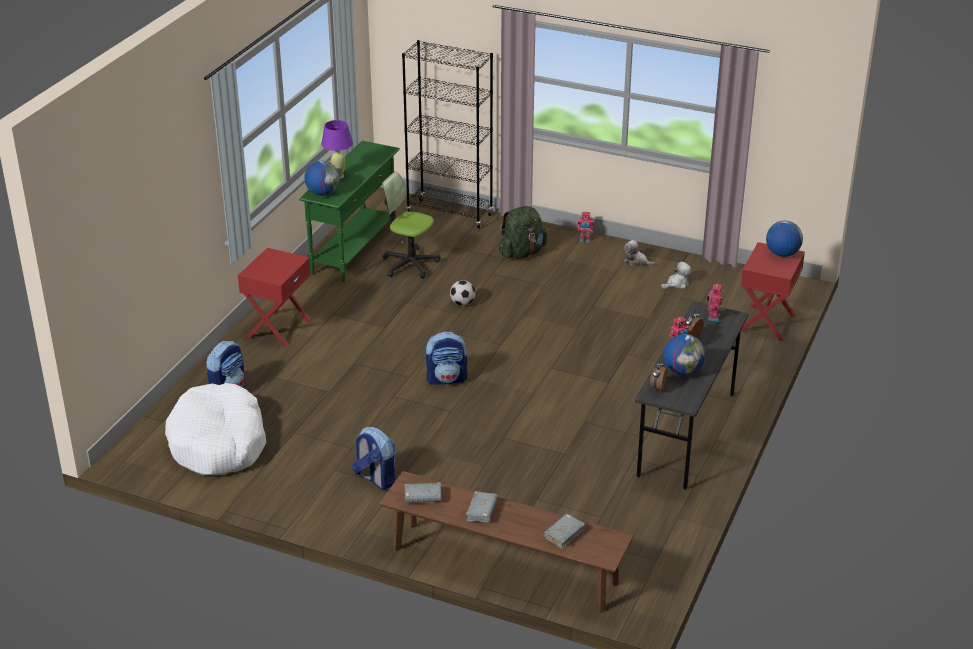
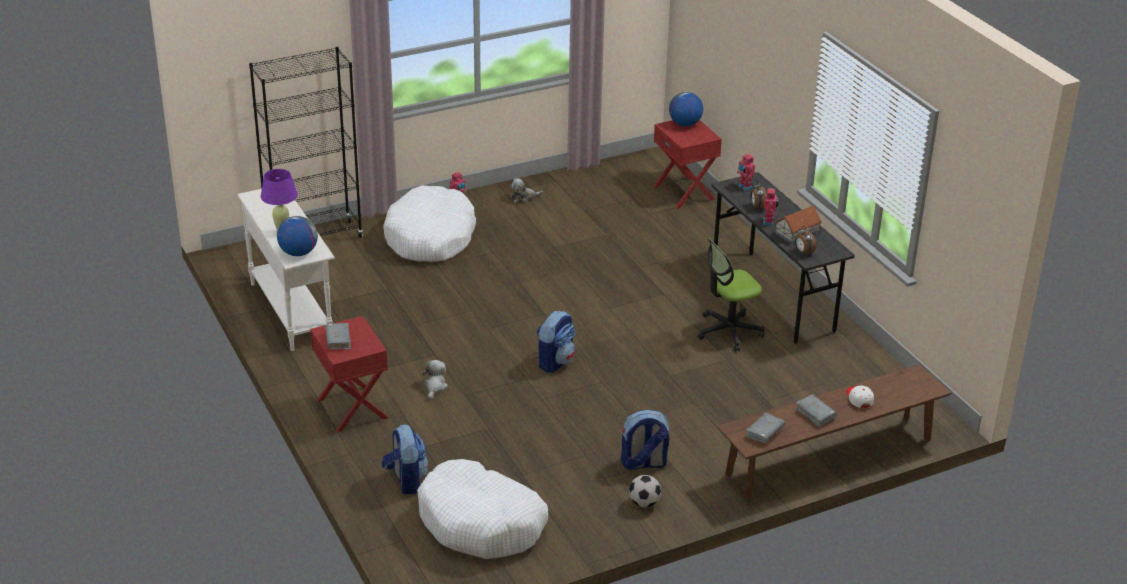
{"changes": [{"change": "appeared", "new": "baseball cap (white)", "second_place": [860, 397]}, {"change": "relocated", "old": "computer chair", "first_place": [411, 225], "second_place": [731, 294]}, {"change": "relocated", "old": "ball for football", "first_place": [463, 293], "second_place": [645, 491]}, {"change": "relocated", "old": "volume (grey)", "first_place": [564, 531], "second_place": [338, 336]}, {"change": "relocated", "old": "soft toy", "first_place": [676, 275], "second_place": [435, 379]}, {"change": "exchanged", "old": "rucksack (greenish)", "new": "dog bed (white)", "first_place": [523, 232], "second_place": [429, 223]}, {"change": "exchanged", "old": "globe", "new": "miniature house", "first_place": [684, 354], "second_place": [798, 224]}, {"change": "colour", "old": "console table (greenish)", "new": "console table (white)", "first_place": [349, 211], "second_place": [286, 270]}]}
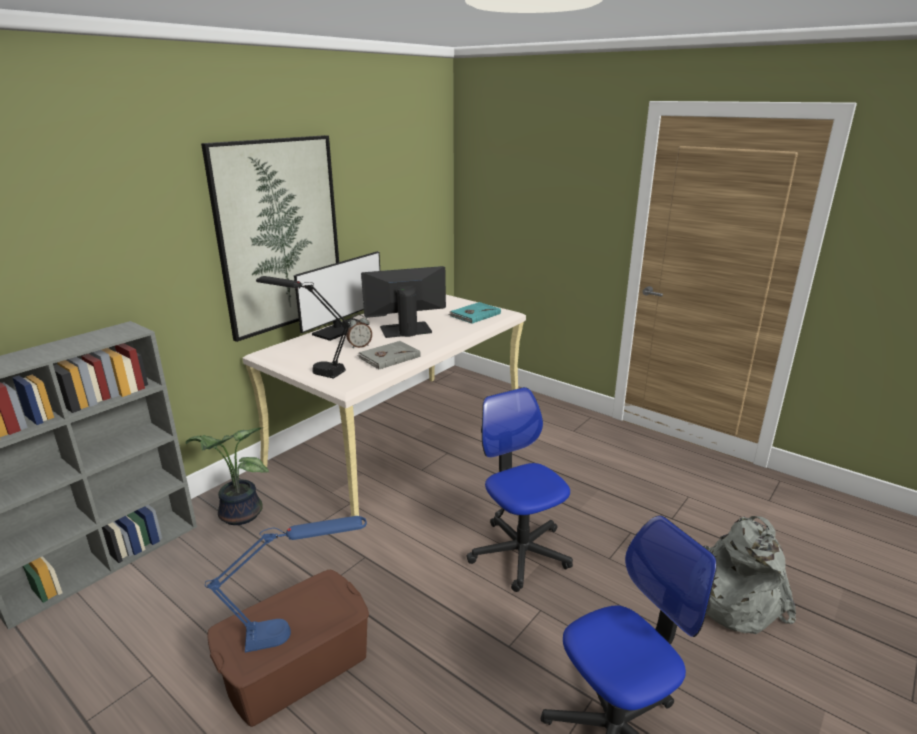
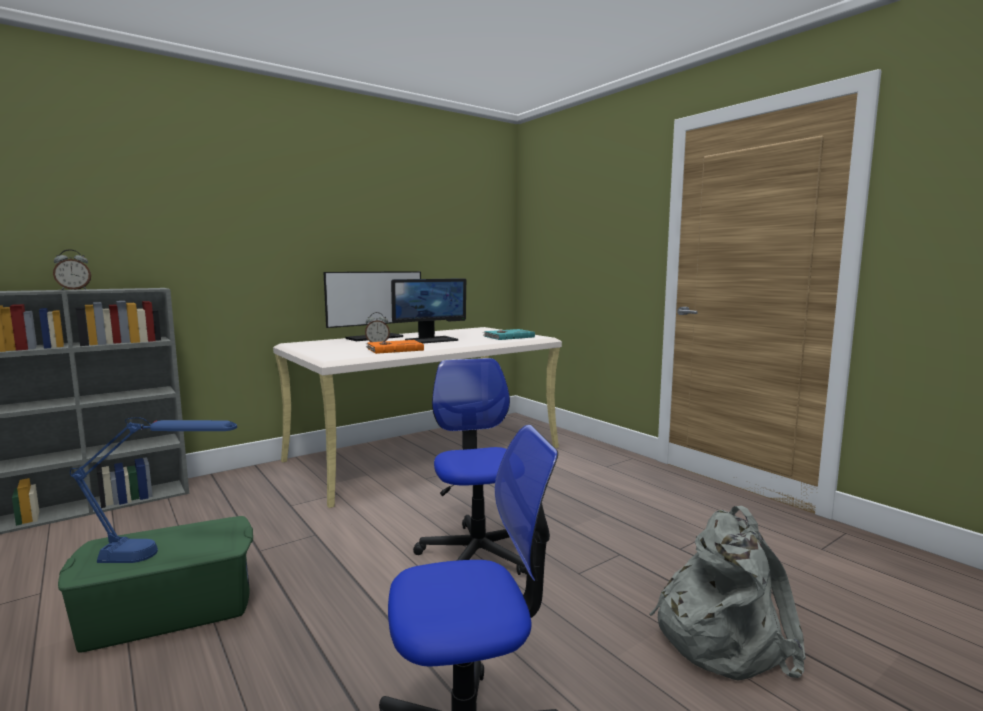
{"changes": [{"change": "missing", "old": "houseplant", "first_place": [227, 476]}, {"change": "missing", "old": "wall art", "first_place": [270, 238]}, {"change": "missing", "old": "lamp for a table (blackish)", "first_place": [303, 327]}, {"change": "appeared", "new": "bedside clock", "second_place": [72, 269]}, {"change": "colour", "old": "storage bin (brown-coloured)", "new": "storage bin (greenish)", "first_place": [288, 648], "second_place": [155, 584]}, {"change": "colour", "old": "volume (grey)", "new": "volume (orangey)", "first_place": [389, 355], "second_place": [395, 347]}, {"change": "spun", "old": "computer screen", "first_place": [403, 302], "second_place": [428, 311], "degrees": 150}]}
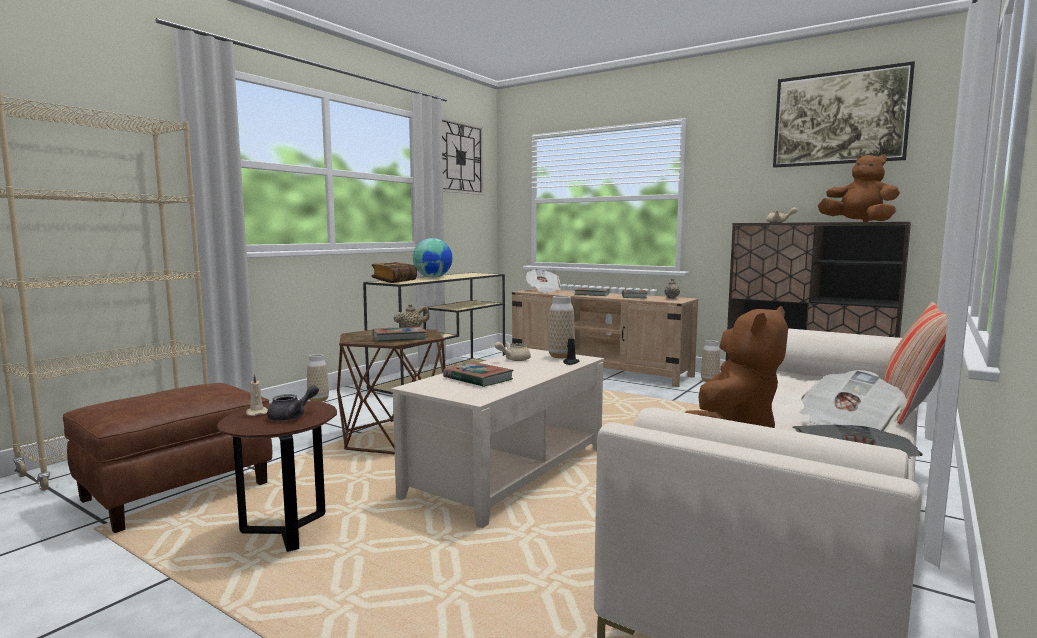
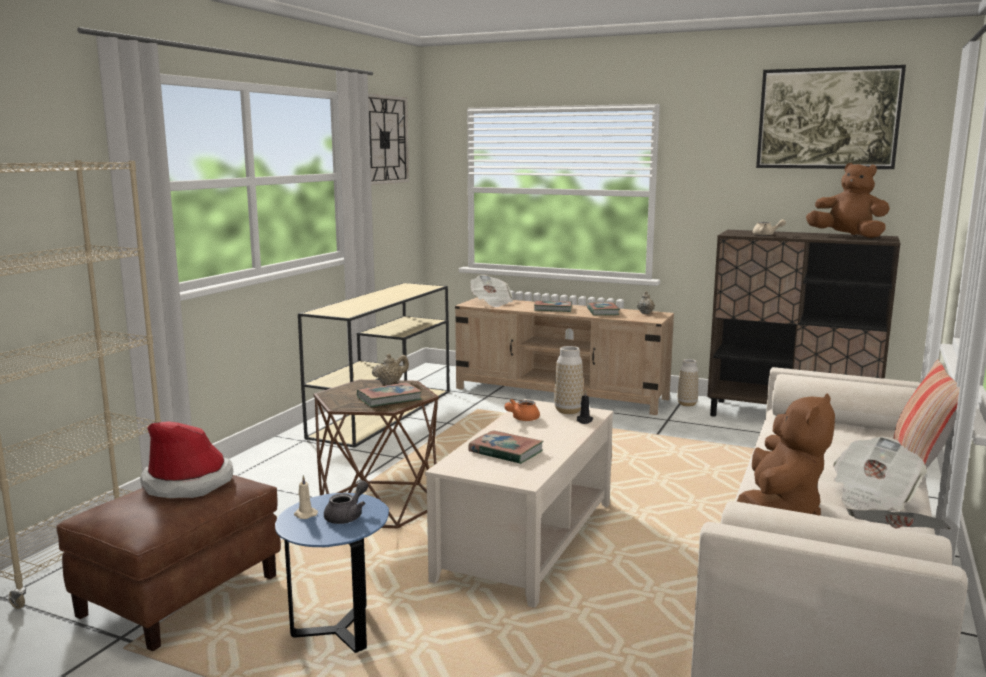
{"changes": [{"change": "missing", "old": "decorative vase", "first_place": [318, 378]}, {"change": "missing", "old": "volume", "first_place": [394, 272]}, {"change": "missing", "old": "globe", "first_place": [433, 258]}, {"change": "appeared", "new": "hat", "second_place": [186, 459]}, {"change": "colour", "old": "side table (brown-coloured)", "new": "side table (blue-coloured)", "first_place": [277, 476], "second_place": [332, 573]}, {"change": "colour", "old": "pot for tea (beige)", "new": "pot for tea (orangey)", "first_place": [513, 351], "second_place": [522, 410]}]}
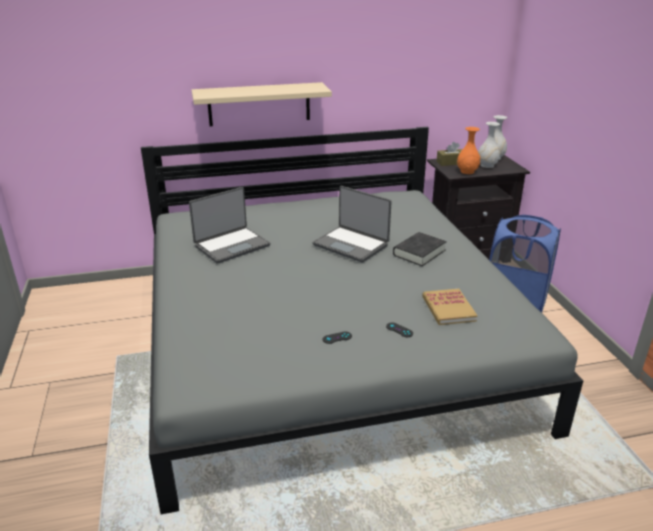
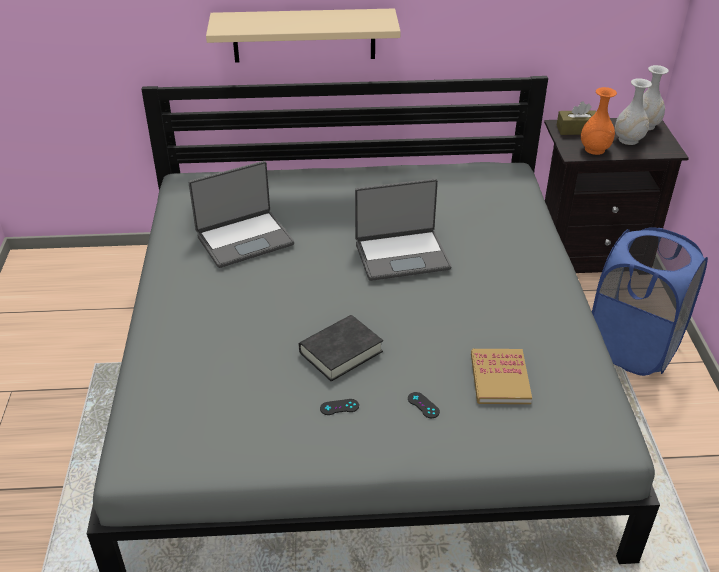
{"changes": [{"change": "relocated", "old": "volume (blackish)", "first_place": [420, 249], "second_place": [341, 348]}, {"change": "spun", "old": "notebook computer", "first_place": [352, 224], "second_place": [403, 230], "degrees": -60}]}
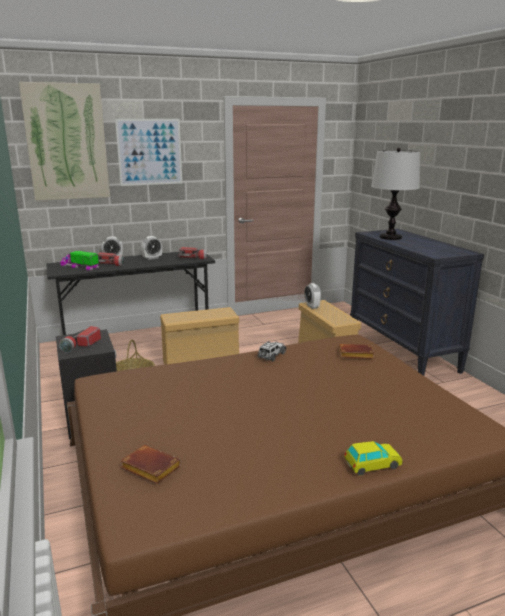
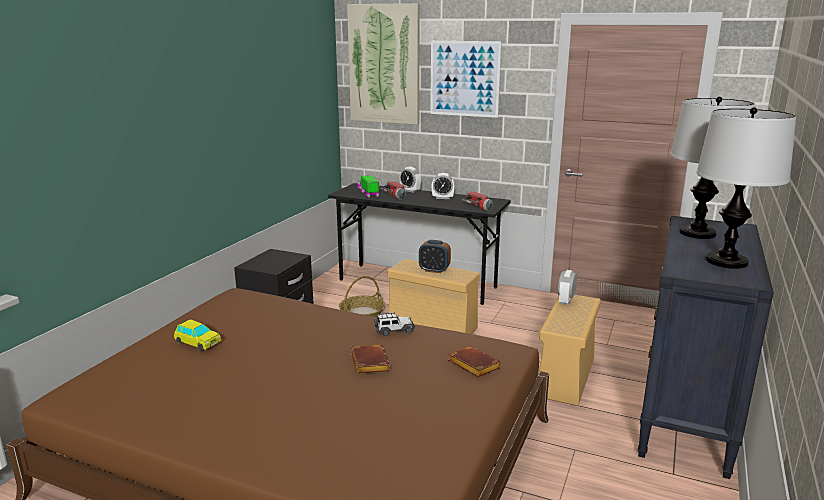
{"changes": [{"change": "missing", "old": "hand torch", "first_place": [80, 339]}, {"change": "appeared", "new": "bedside clock", "second_place": [435, 256]}, {"change": "appeared", "new": "lamp for a table", "second_place": [746, 188]}, {"change": "relocated", "old": "volume (brown-coloured)", "first_place": [151, 464], "second_place": [371, 359]}, {"change": "relocated", "old": "miniature car", "first_place": [373, 458], "second_place": [197, 335]}]}
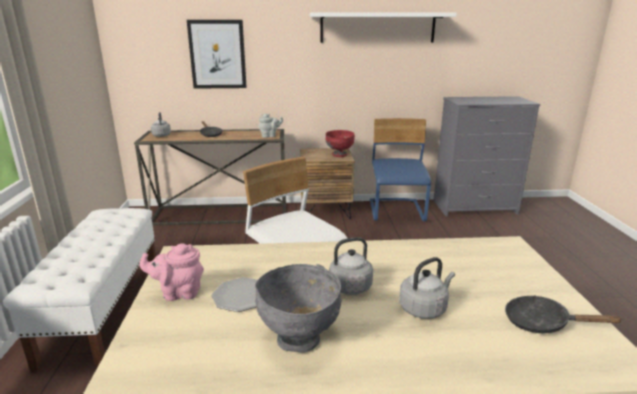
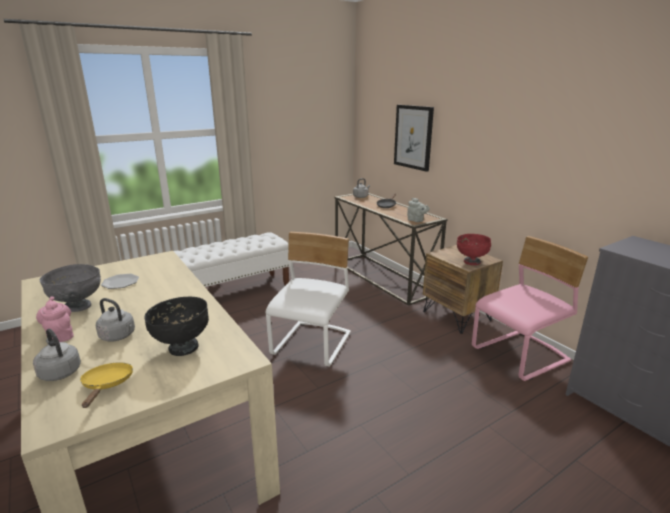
{"changes": [{"change": "missing", "old": "wall shelf (white)", "first_place": [383, 27]}, {"change": "appeared", "new": "bowl (blackish)", "second_place": [176, 326]}, {"change": "relocated", "old": "pot for tea (pink-coloured)", "first_place": [172, 272], "second_place": [55, 319]}, {"change": "relocated", "old": "water kettle (grey)", "first_place": [344, 266], "second_place": [57, 355]}, {"change": "colour", "old": "plain chair (blue-coloured)", "new": "plain chair (pink-coloured)", "first_place": [400, 169], "second_place": [530, 308]}, {"change": "colour", "old": "pan (blackish)", "new": "pan (yellowish)", "first_place": [564, 314], "second_place": [106, 385]}]}
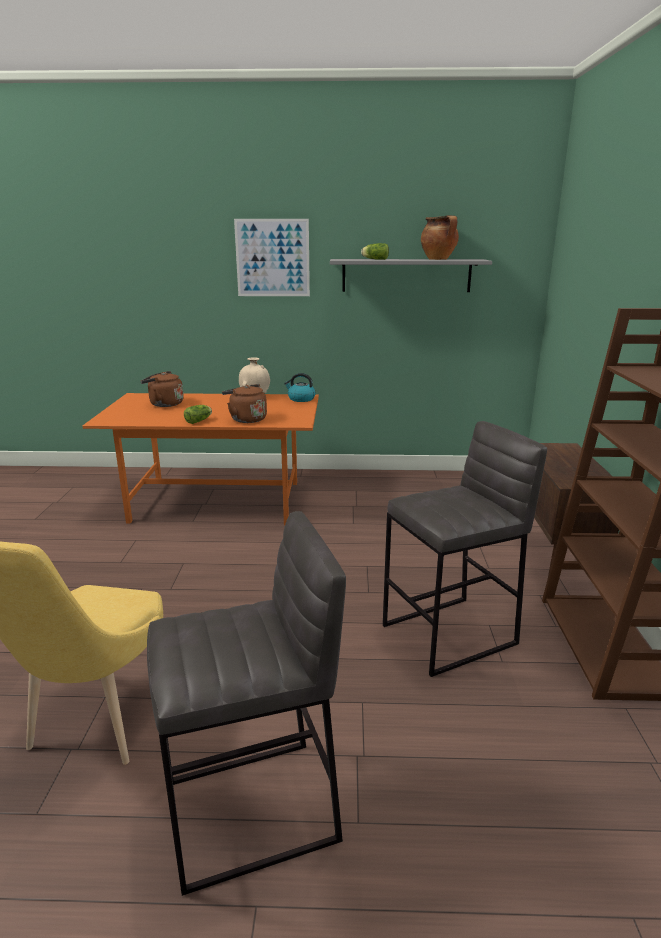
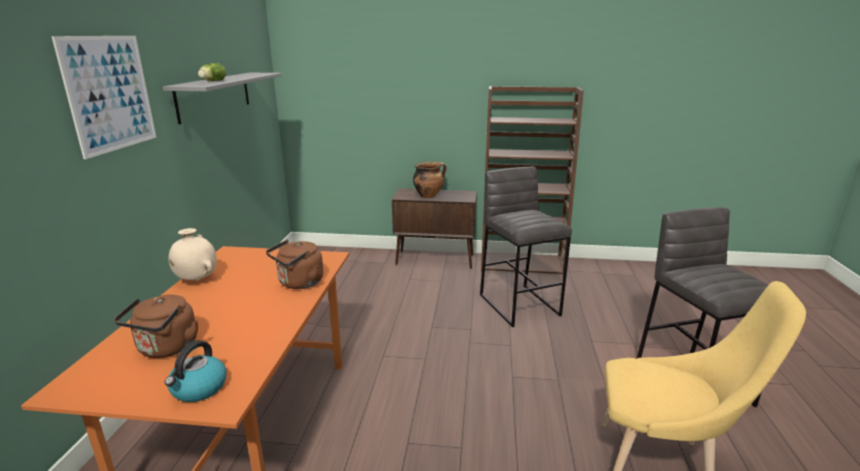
{"changes": [{"change": "missing", "old": "lettuce", "first_place": [198, 414]}, {"change": "relocated", "old": "water kettle", "first_place": [300, 387], "second_place": [196, 371]}, {"change": "relocated", "old": "cooking pot", "first_place": [440, 237], "second_place": [430, 179]}]}
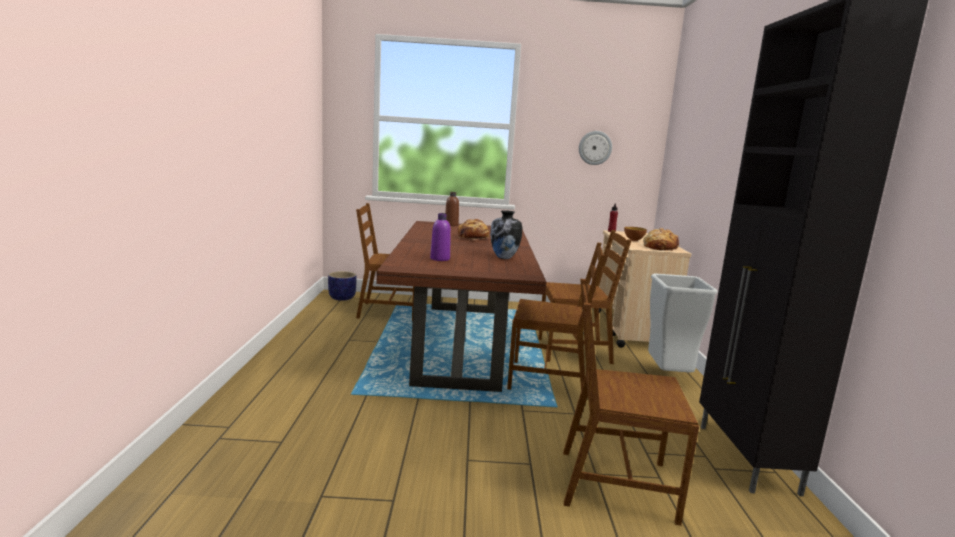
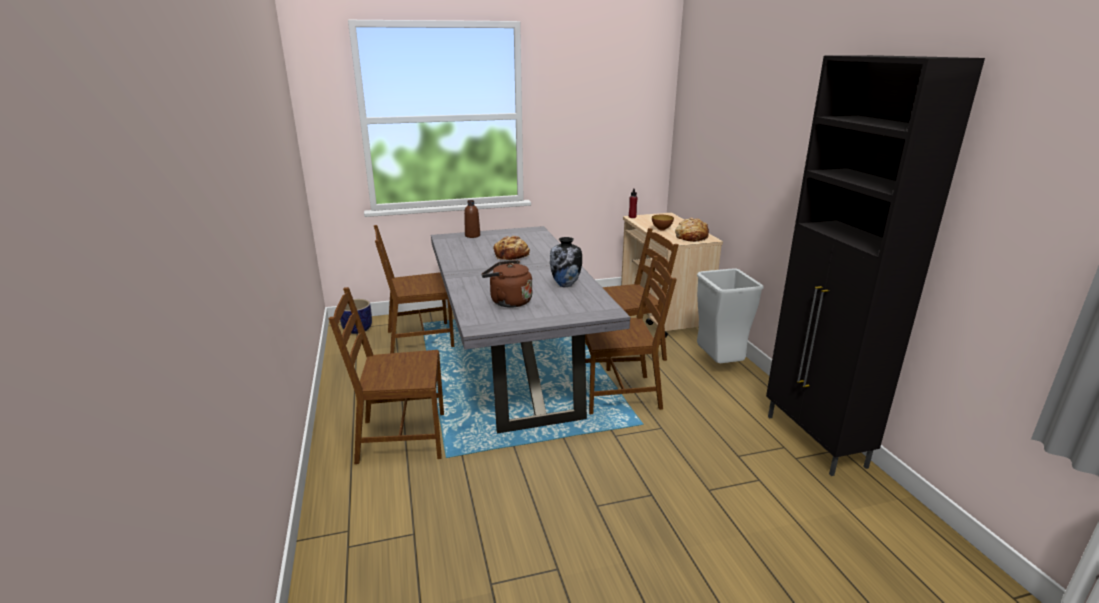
{"changes": [{"change": "missing", "old": "hanging clock", "first_place": [595, 148]}, {"change": "relocated", "old": "plain chair (brown-coloured)", "first_place": [631, 402], "second_place": [386, 375]}, {"change": "exchanged", "old": "bottle (purple)", "new": "water kettle (brown-coloured)", "first_place": [440, 237], "second_place": [507, 284]}, {"change": "colour", "old": "dining table (brown-coloured)", "new": "dining table (grey)", "first_place": [461, 306], "second_place": [530, 329]}]}
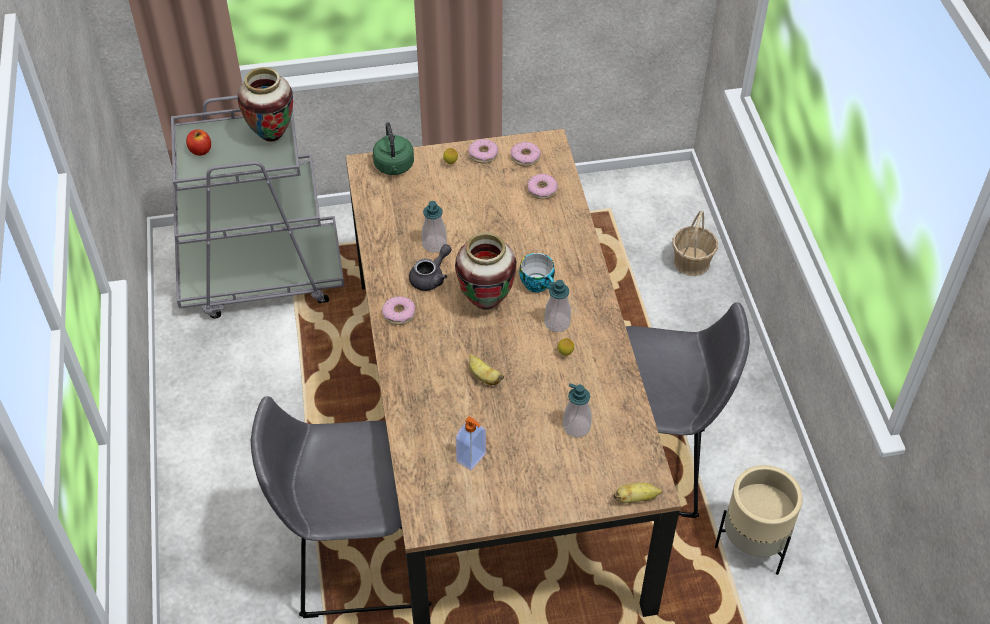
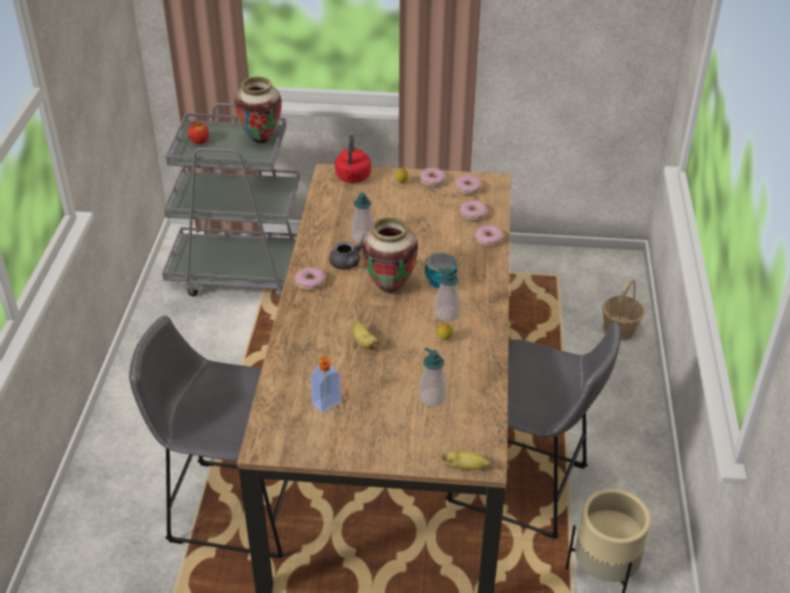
{"changes": [{"change": "appeared", "new": "donut", "second_place": [489, 236]}, {"change": "colour", "old": "water kettle (greenish)", "new": "water kettle (reddish)", "first_place": [393, 148], "second_place": [353, 159]}]}
